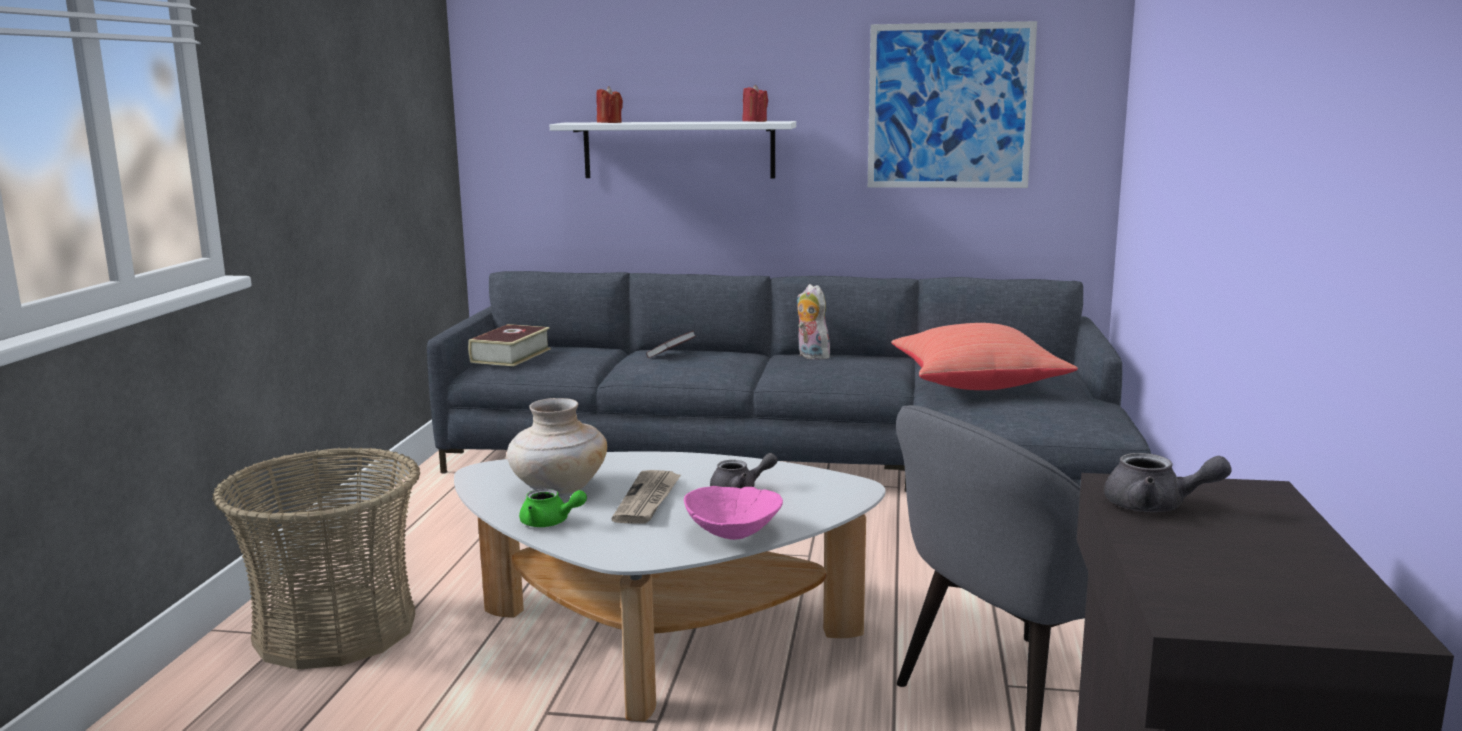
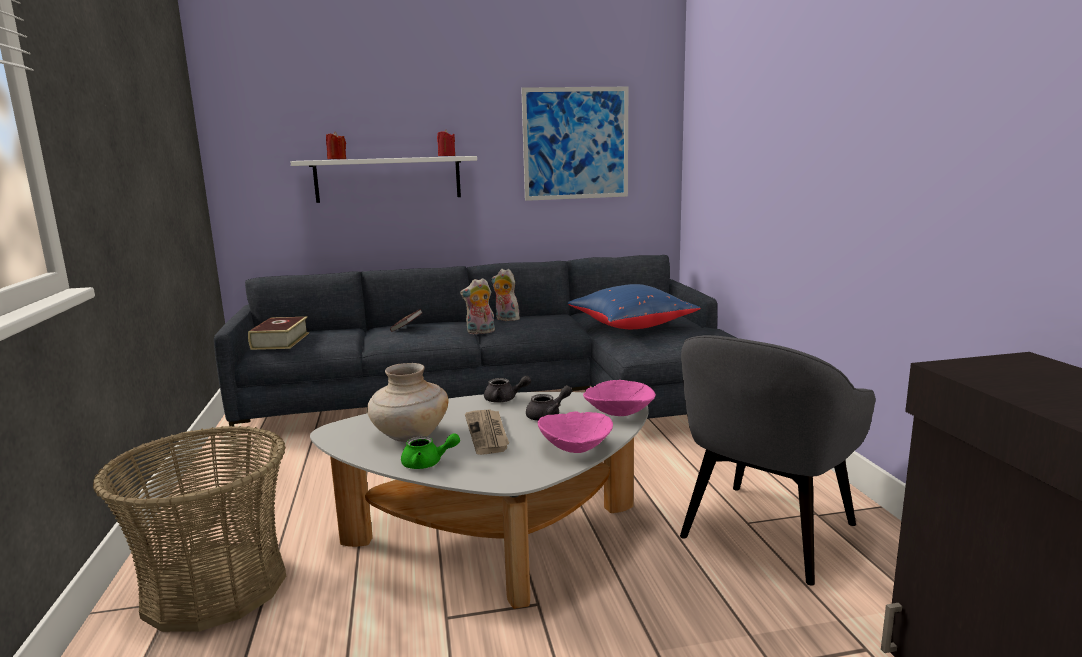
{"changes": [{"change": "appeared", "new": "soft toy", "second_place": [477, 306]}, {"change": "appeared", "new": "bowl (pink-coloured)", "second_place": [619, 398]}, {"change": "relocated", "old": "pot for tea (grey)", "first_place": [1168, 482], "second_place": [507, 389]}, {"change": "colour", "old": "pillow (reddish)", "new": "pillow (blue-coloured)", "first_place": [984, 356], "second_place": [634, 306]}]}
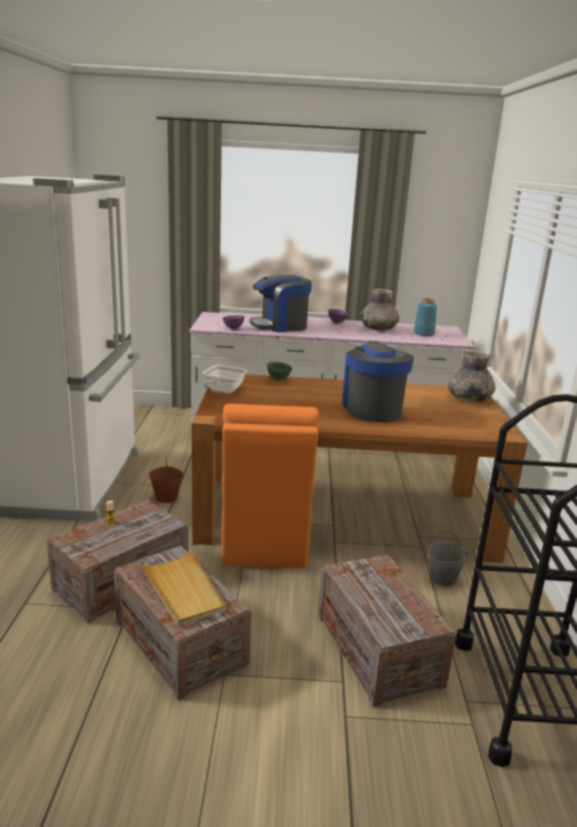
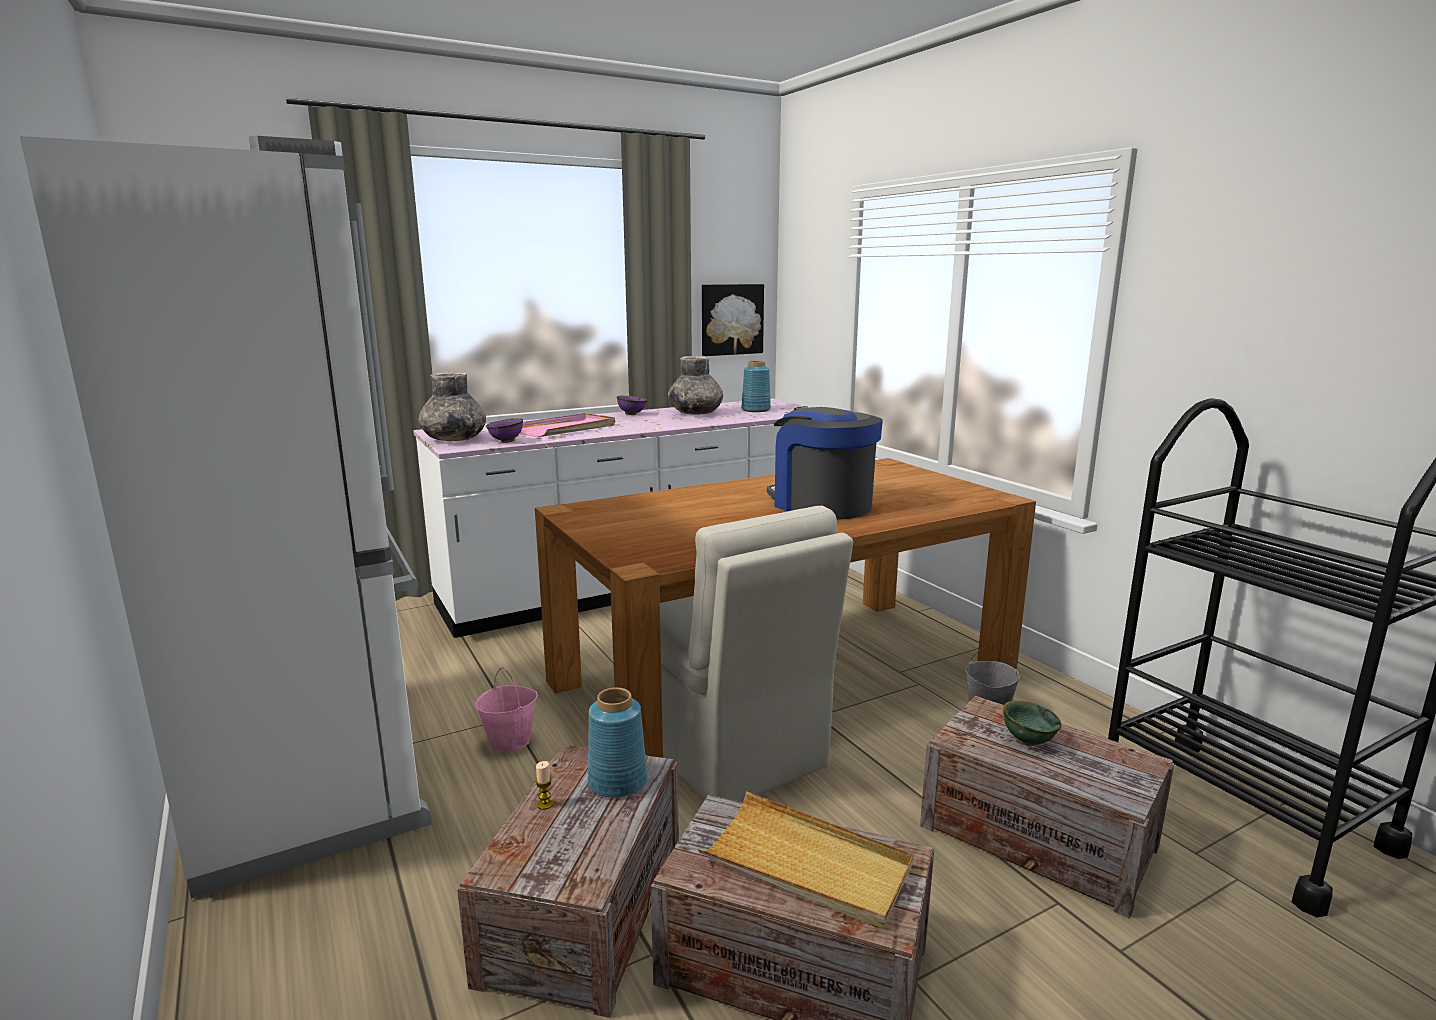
{"changes": [{"change": "missing", "old": "pan", "first_place": [225, 379]}, {"change": "appeared", "new": "decorative vase (blue-coloured)", "second_place": [617, 743]}, {"change": "appeared", "new": "wall art", "second_place": [733, 320]}, {"change": "relocated", "old": "bowl (greenish)", "first_place": [279, 371], "second_place": [1032, 723]}, {"change": "relocated", "old": "decorative vase (grey)", "first_place": [471, 376], "second_place": [452, 406]}, {"change": "exchanged", "old": "coffee maker", "new": "serving tray (pink-coloured)", "first_place": [281, 303], "second_place": [567, 425]}, {"change": "colour", "old": "bucket (brown-coloured)", "new": "bucket (pink-coloured)", "first_place": [166, 481], "second_place": [506, 709]}, {"change": "colour", "old": "plain chair (orangey)", "new": "plain chair (beige)", "first_place": [270, 486], "second_place": [756, 654]}]}
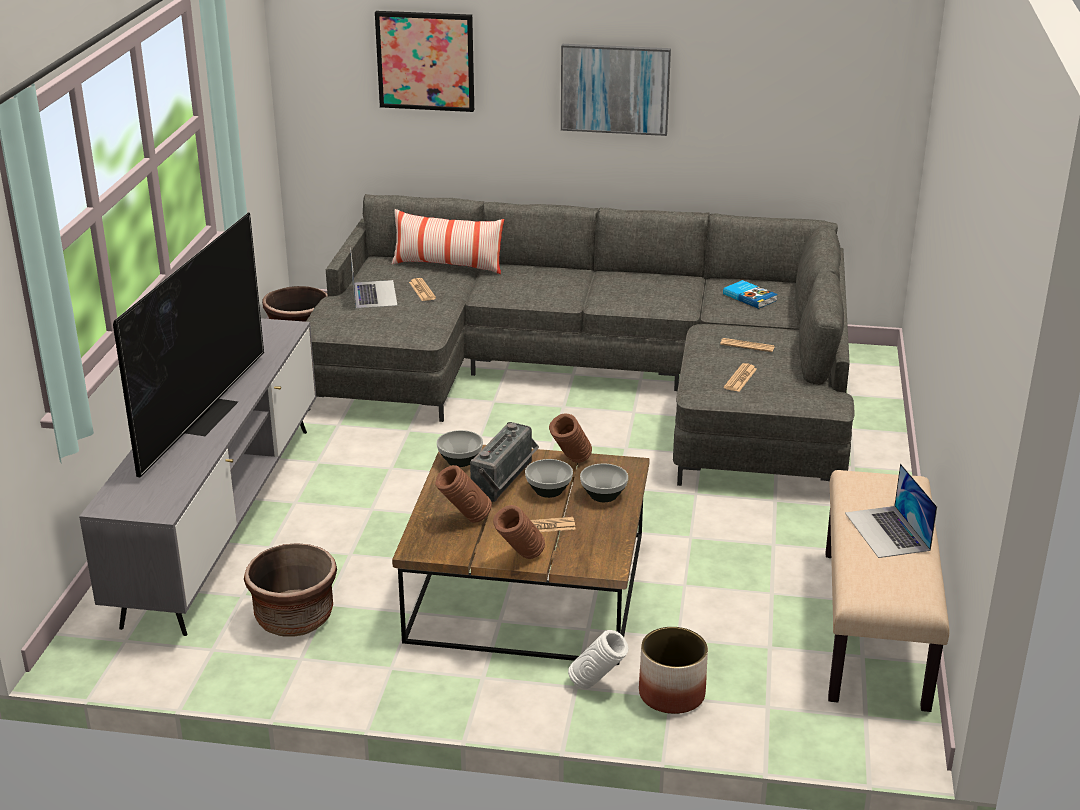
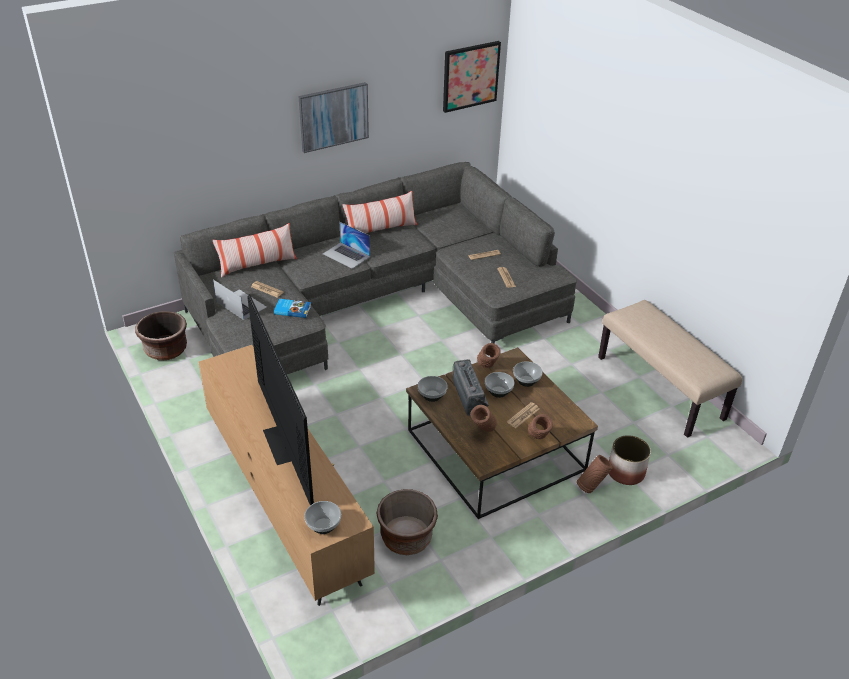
{"changes": [{"change": "appeared", "new": "bowl", "second_place": [322, 517]}, {"change": "appeared", "new": "pillow", "second_place": [380, 212]}, {"change": "relocated", "old": "wall art", "first_place": [424, 61], "second_place": [472, 77]}, {"change": "relocated", "old": "volume", "first_place": [750, 294], "second_place": [292, 308]}, {"change": "relocated", "old": "notebook computer", "first_place": [891, 510], "second_place": [346, 245]}, {"change": "colour", "old": "tv stand (grey)", "new": "tv stand (brown-coloured)", "first_place": [197, 477], "second_place": [287, 475]}, {"change": "colour", "old": "decorative vase (white)", "new": "decorative vase (brown-coloured)", "first_place": [598, 659], "second_place": [595, 474]}]}
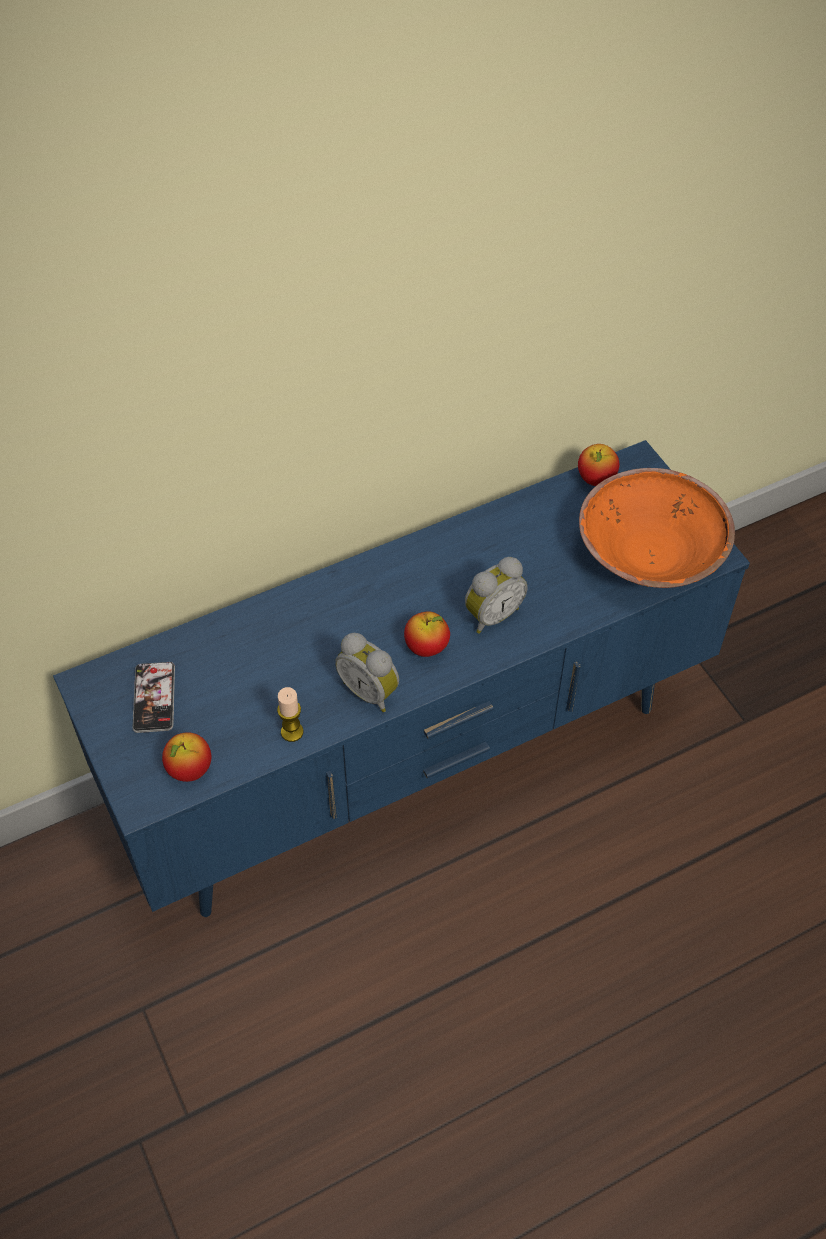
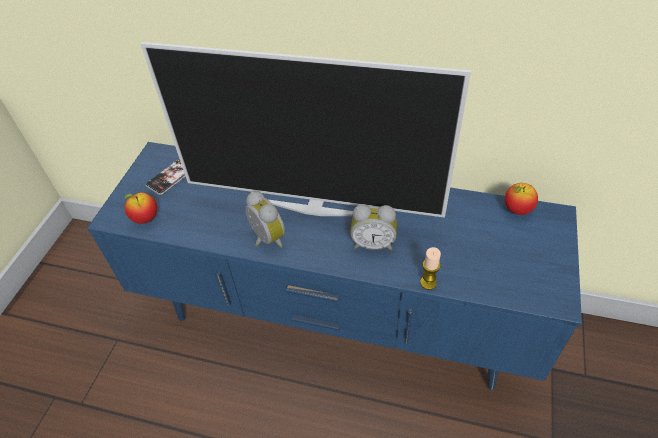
{"changes": [{"change": "missing", "old": "apple", "first_place": [427, 634]}, {"change": "missing", "old": "bowl (orangey)", "first_place": [657, 528]}, {"change": "appeared", "new": "TV", "second_place": [305, 130]}, {"change": "relocated", "old": "candle", "first_place": [290, 714], "second_place": [430, 268]}, {"change": "spun", "old": "bedside clock", "first_place": [367, 672], "second_place": [265, 219], "degrees": 150}]}
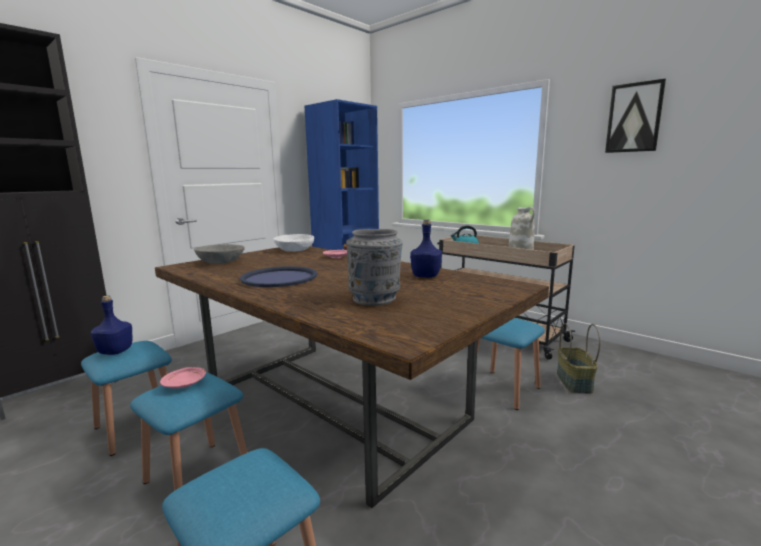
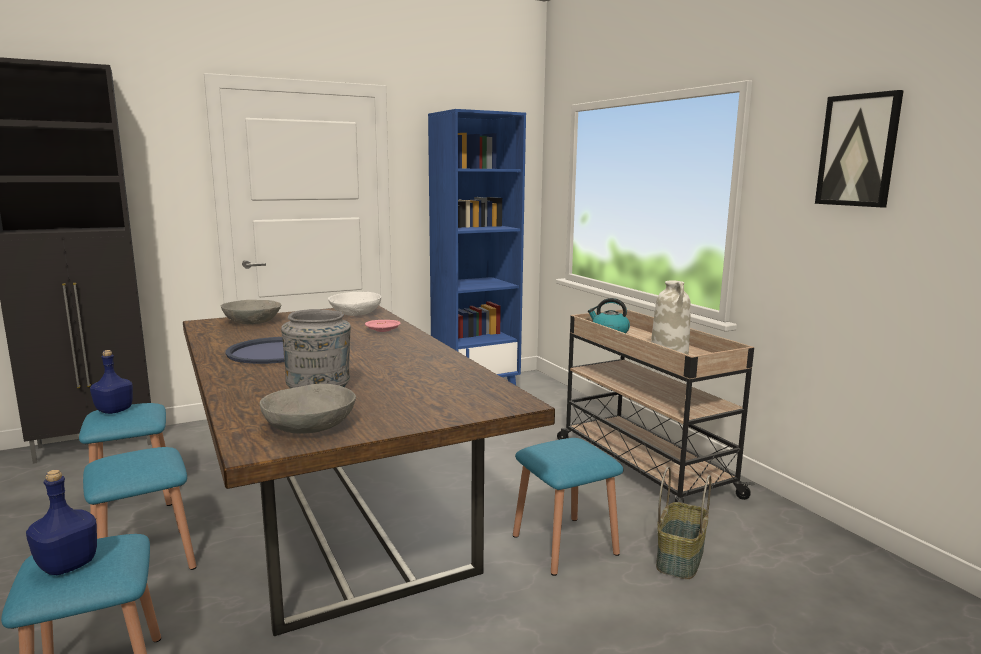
{"changes": [{"change": "missing", "old": "plate (pink-coloured)", "first_place": [183, 378]}, {"change": "appeared", "new": "bowl (grey)", "second_place": [308, 409]}, {"change": "relocated", "old": "bottle (blue-coloured)", "first_place": [426, 249], "second_place": [61, 522]}]}
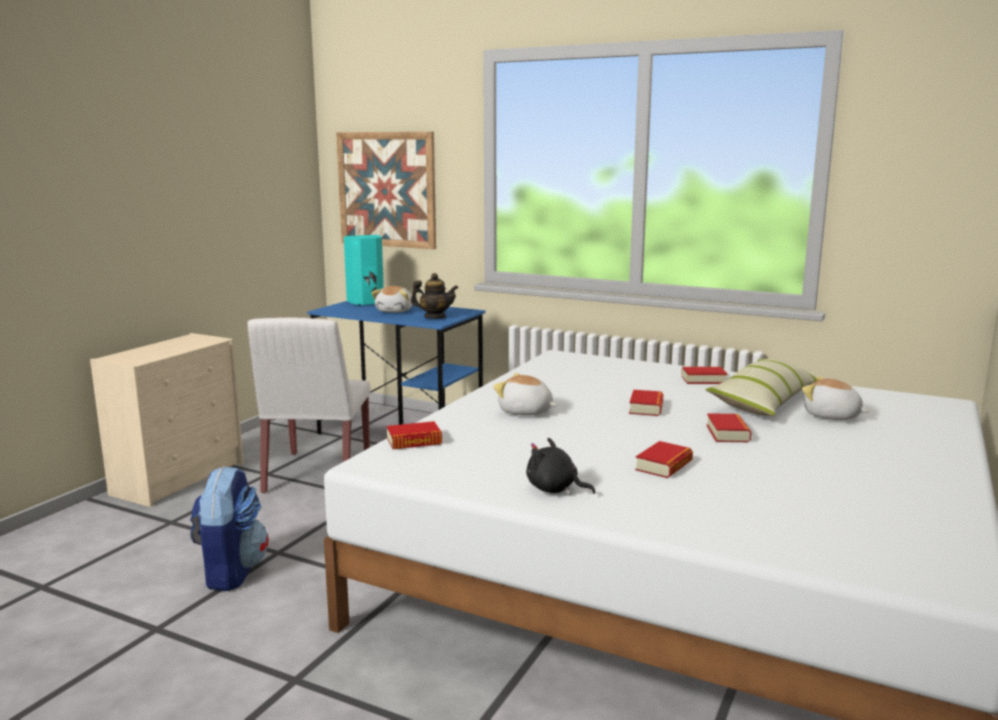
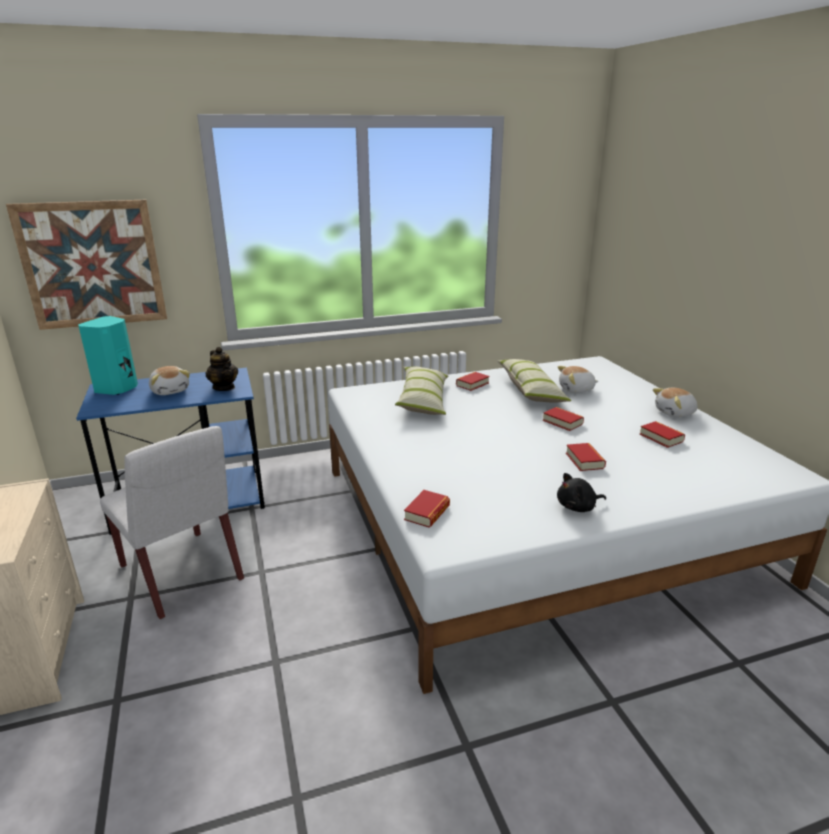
{"changes": [{"change": "missing", "old": "rucksack", "first_place": [229, 528]}, {"change": "appeared", "new": "pillow", "second_place": [421, 391]}, {"change": "relocated", "old": "soft toy", "first_place": [525, 394], "second_place": [675, 402]}, {"change": "relocated", "old": "volume", "first_place": [646, 403], "second_place": [662, 434]}, {"change": "spun", "old": "pot for tea", "first_place": [434, 296], "second_place": [221, 369], "degrees": 90}]}
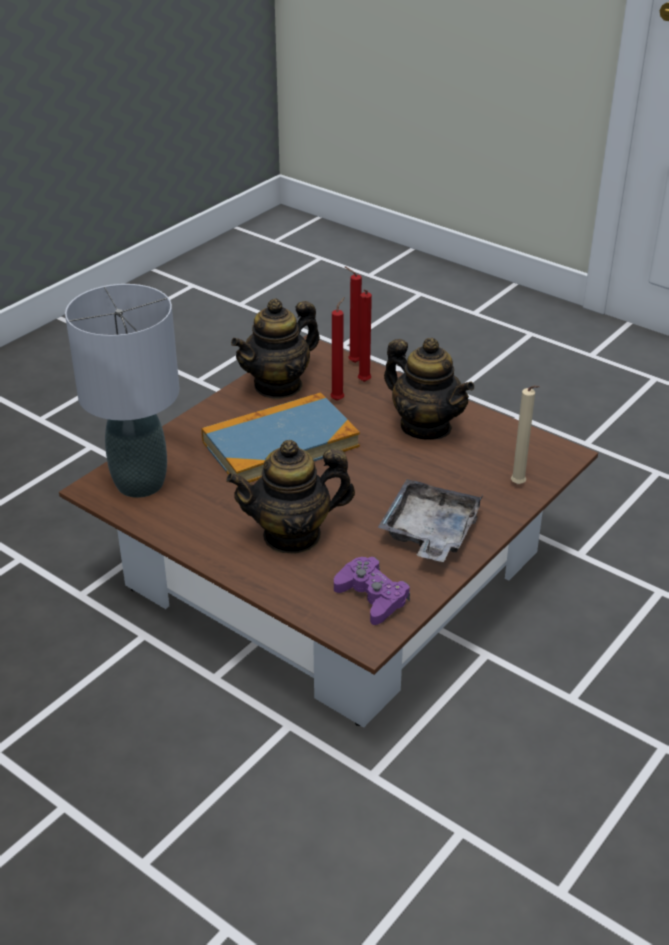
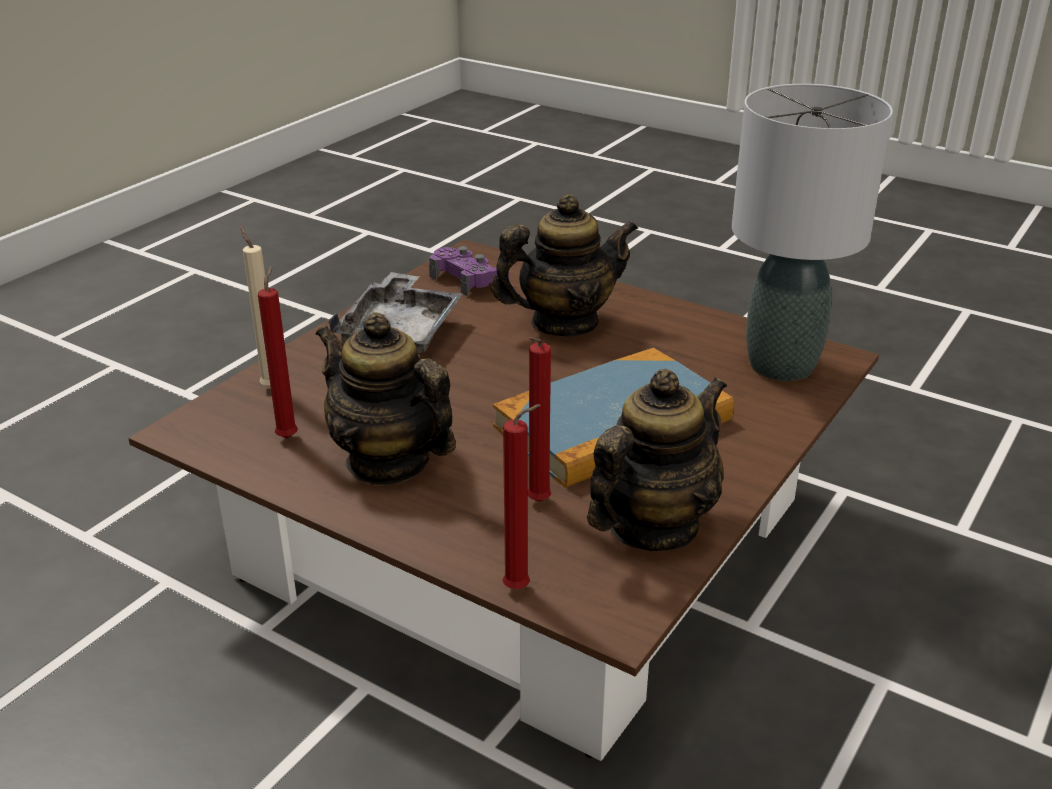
{"changes": [{"change": "relocated", "old": "candle (reddish)", "first_place": [365, 335], "second_place": [278, 352]}]}
